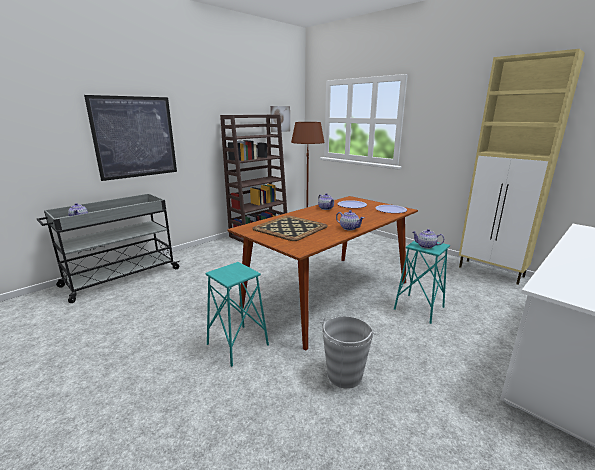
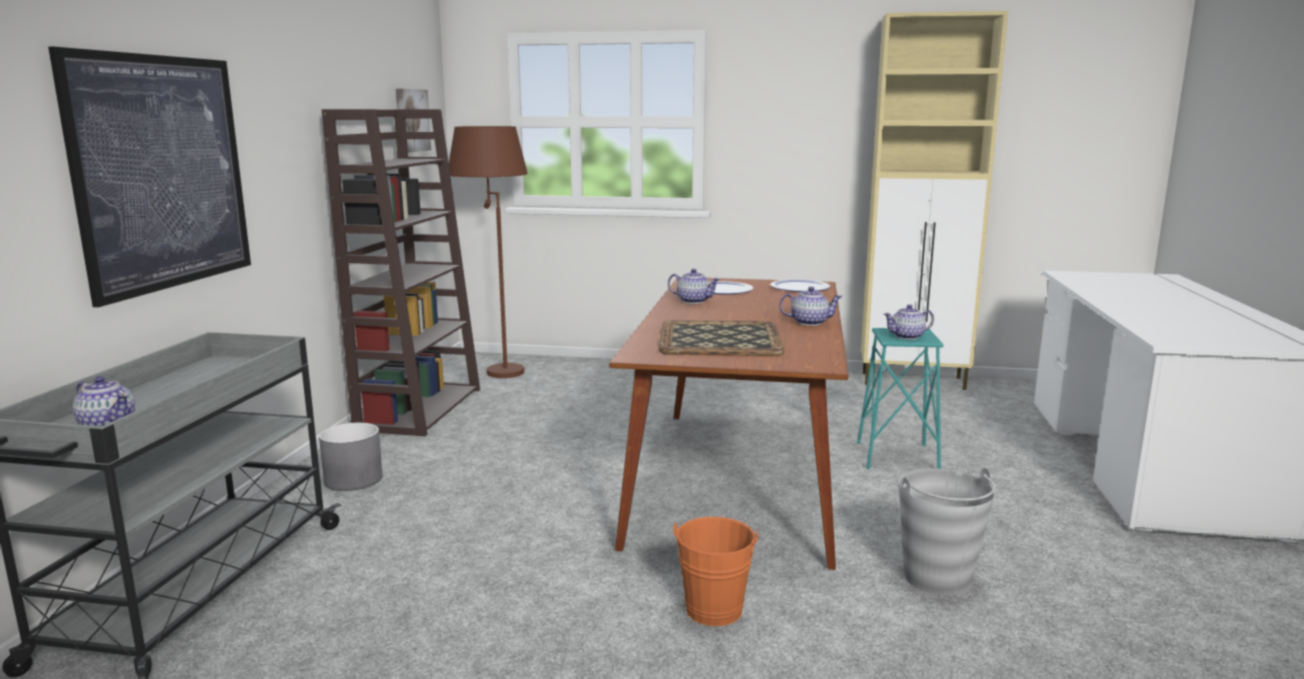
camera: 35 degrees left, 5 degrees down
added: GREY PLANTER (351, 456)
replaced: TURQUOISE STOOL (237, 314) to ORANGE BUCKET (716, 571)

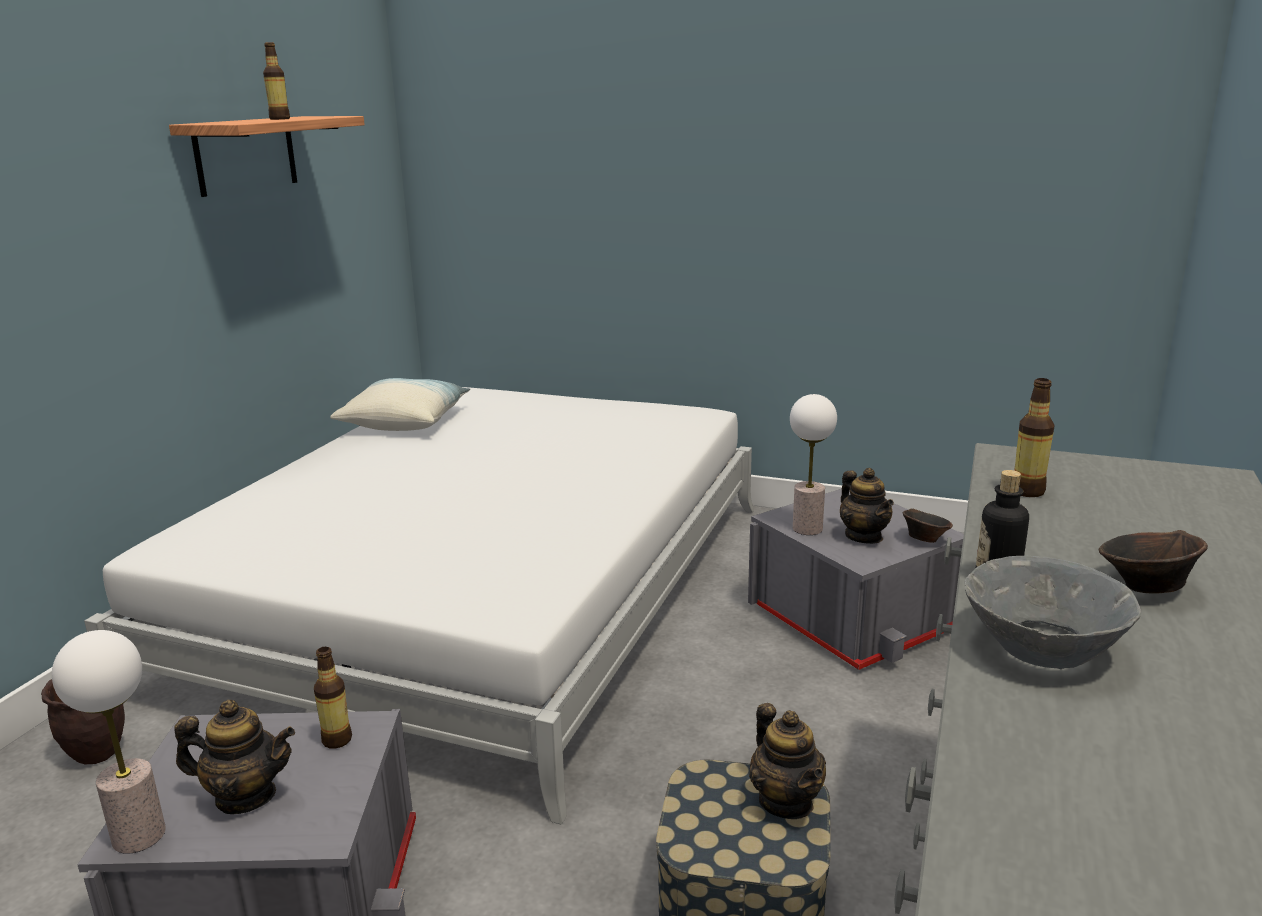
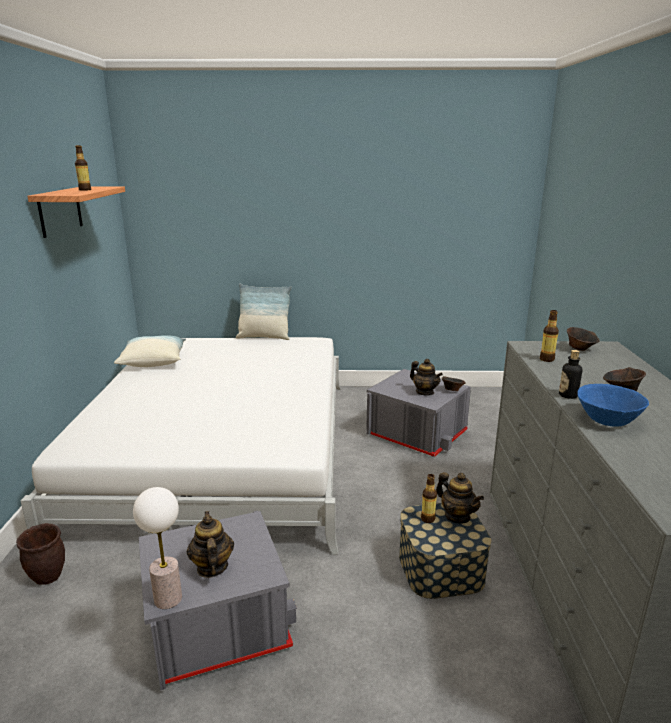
camera: 20 degrees left, 0 degrees up
removed: TABLE LAMP (813, 464)
added: PILLOW (264, 312); BROWN BOWL (583, 339)
moved: BOTTLE (333, 697) to (429, 498)
recoloured: GREY BOWL (1053, 612) to BLUE BOWL (613, 405)
turned: TEAPOT (234, 757) = (210, 544) 90 degrees counterclockwise

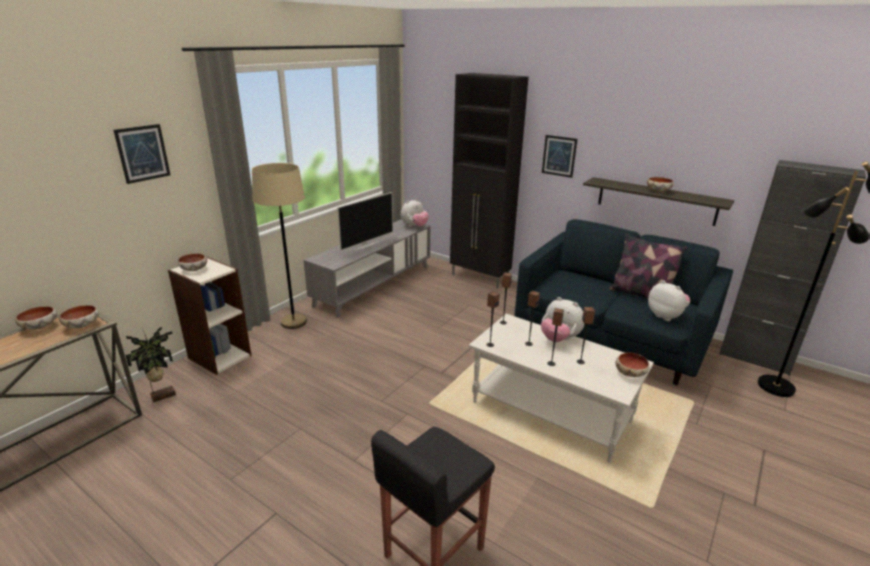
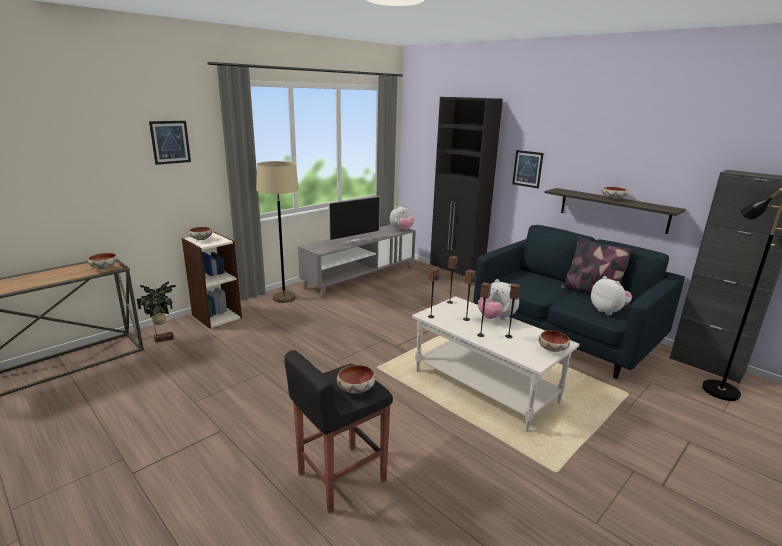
camera: 10 degrees right, 5 degrees down
moved: BOWL (36, 317) to (356, 379)

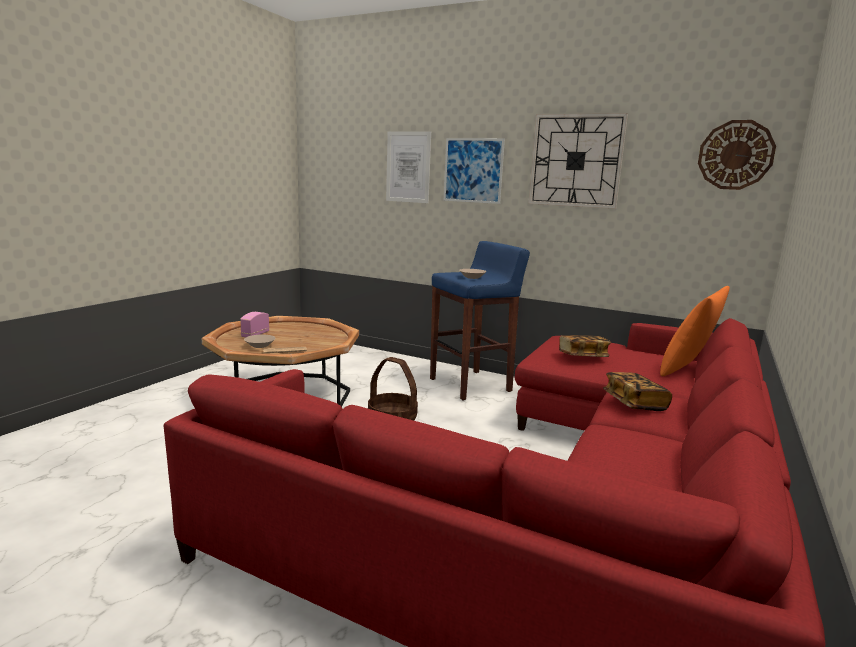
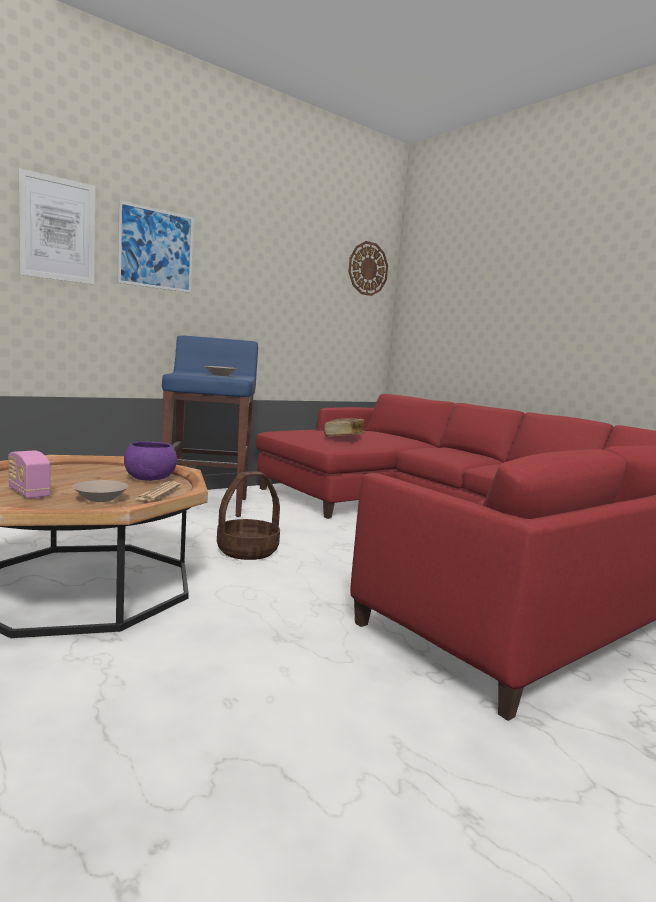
camera: 65 degrees left, 5 degrees down
removed: WALL CLOCK (578, 161); BOOK (637, 391); ORANGE PILLOW (695, 331)
added: PURPLE BOWL (150, 461)

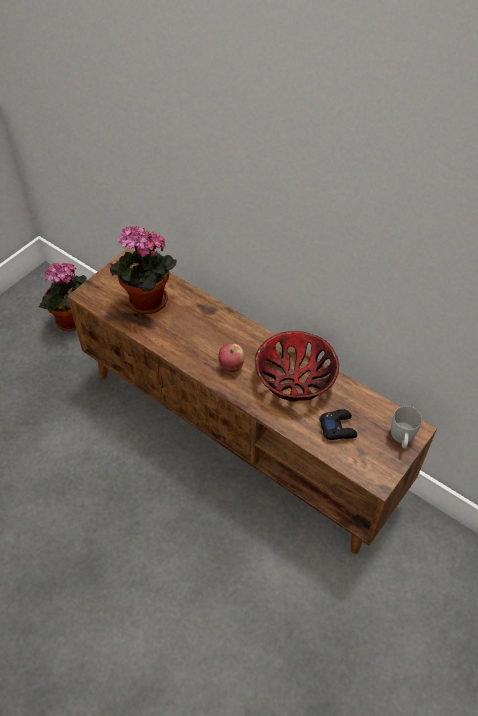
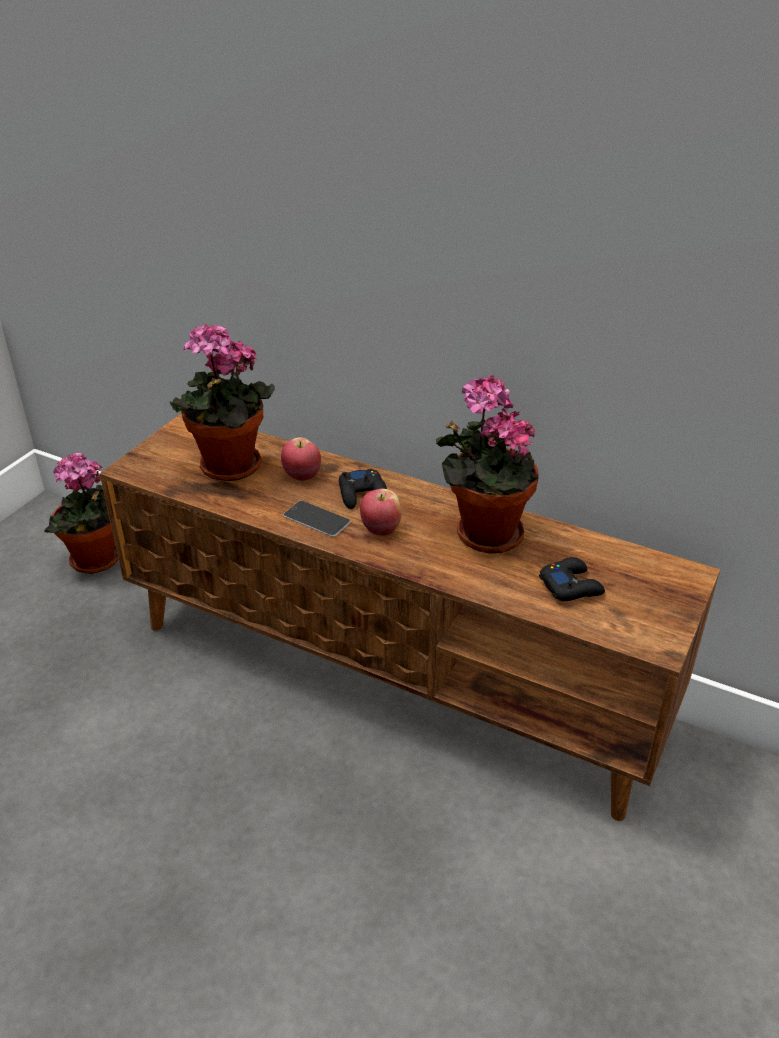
camera: 10 degrees left, 15 degrees down
removed: WHITE MUG (406, 427)
added: APPLE (301, 459); PHONE (317, 519); BLACK GAME CONTROLLER (363, 489)
replaced: BOWL (297, 366) to POTTED PLANT (487, 464)

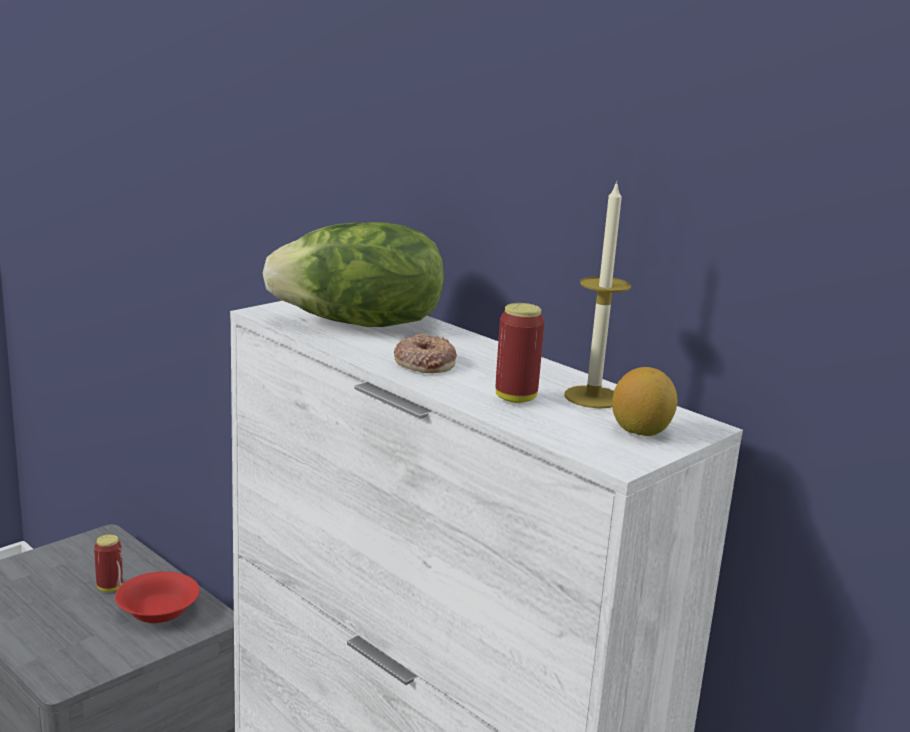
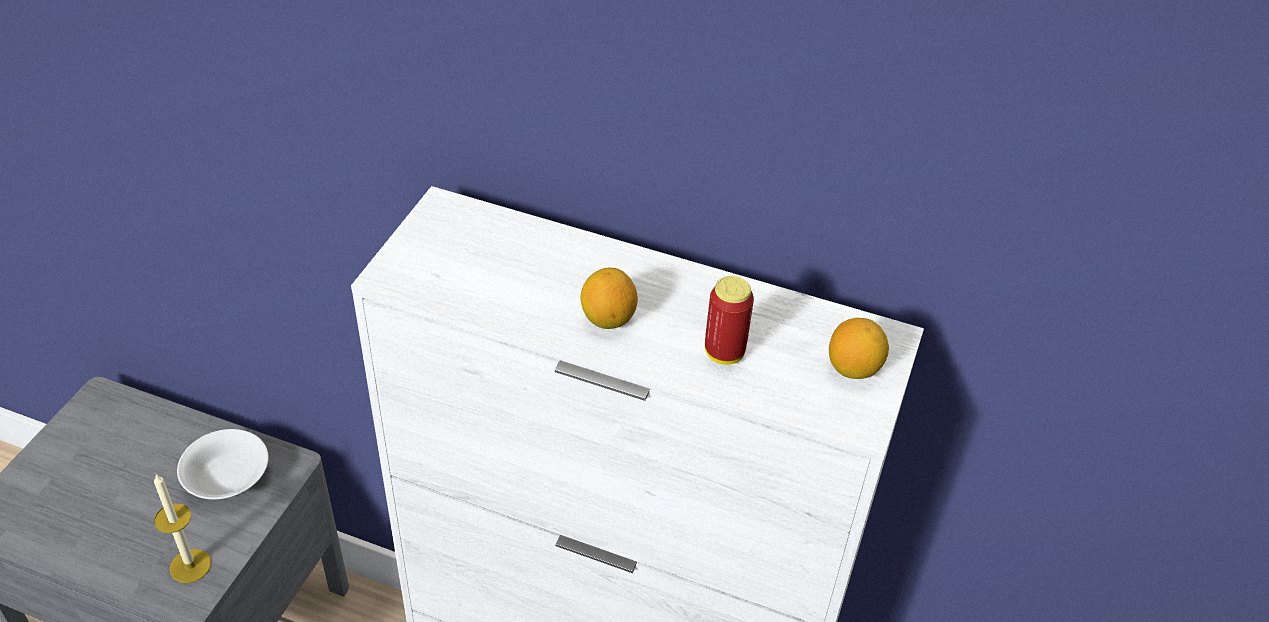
camera: 25 degrees left, 25 degrees up
removed: CAN (108, 563); LETTUCE (353, 274)
moved: CANDLE (597, 294) to (182, 528)
replaced: DONUT (425, 353) to LEMON (609, 298)
recoloured: RED BOWL (157, 597) to WHITE BOWL (223, 464)

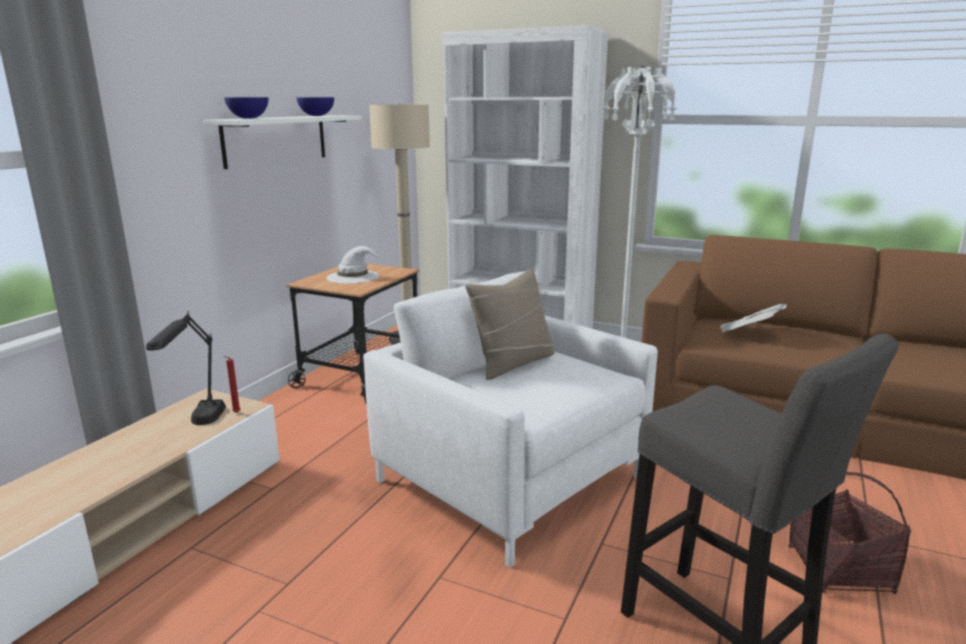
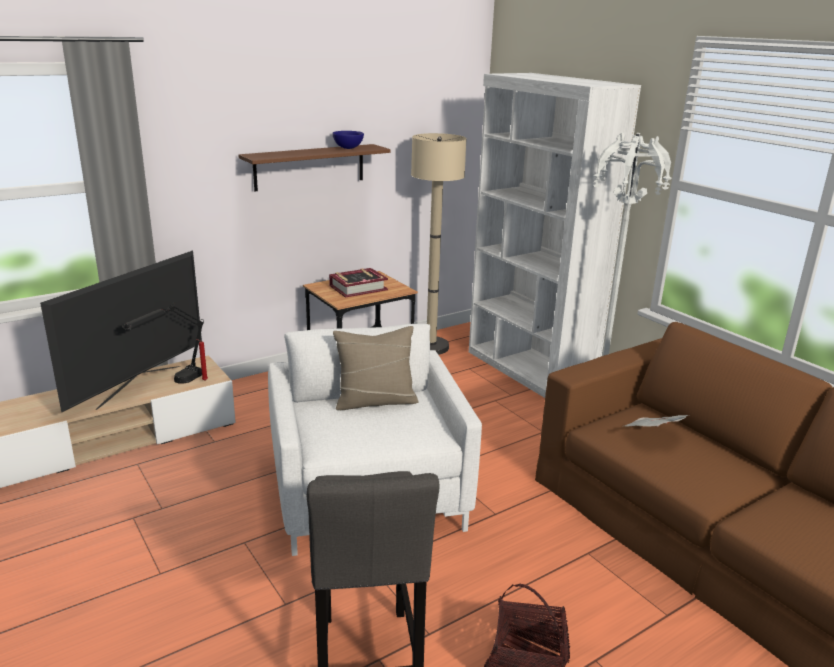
camera: 30 degrees right, 5 degrees up
removed: BLUE BOWL (246, 108)
added: TELEVISION (121, 332)
replaced: WHITE HAT (354, 265) to BOOK (358, 283)
recoloured: WHITE SHELF (282, 142) to BROWN SHELF (314, 168)

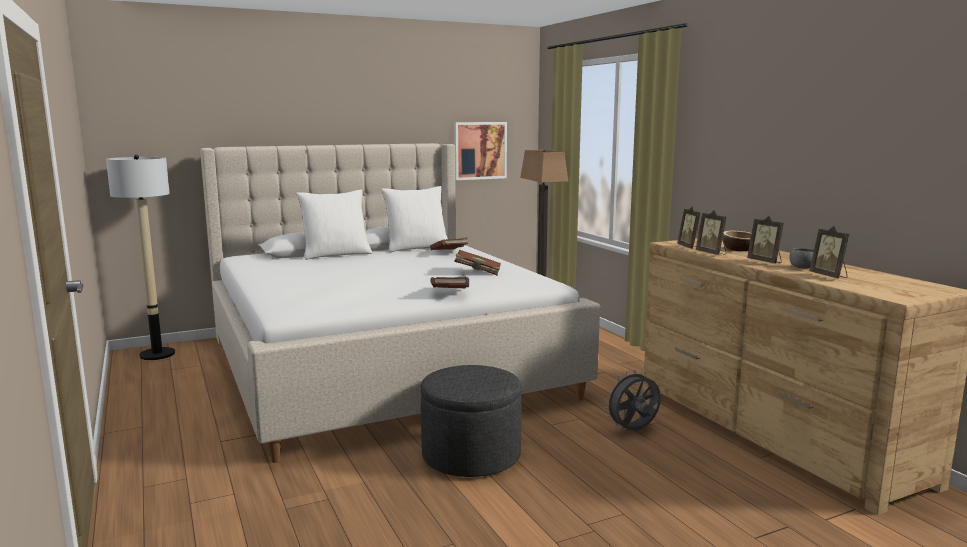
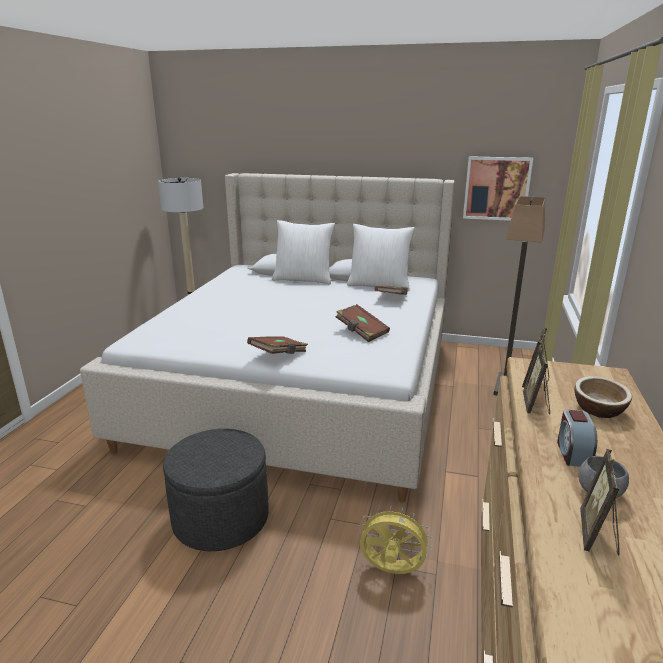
camera: 40 degrees right, 10 degrees up
replaced: PICTURE FRAME (765, 239) to ALARM CLOCK (577, 438)
recoloured: GREY FAN (632, 399) to YELLOW FAN (396, 540)

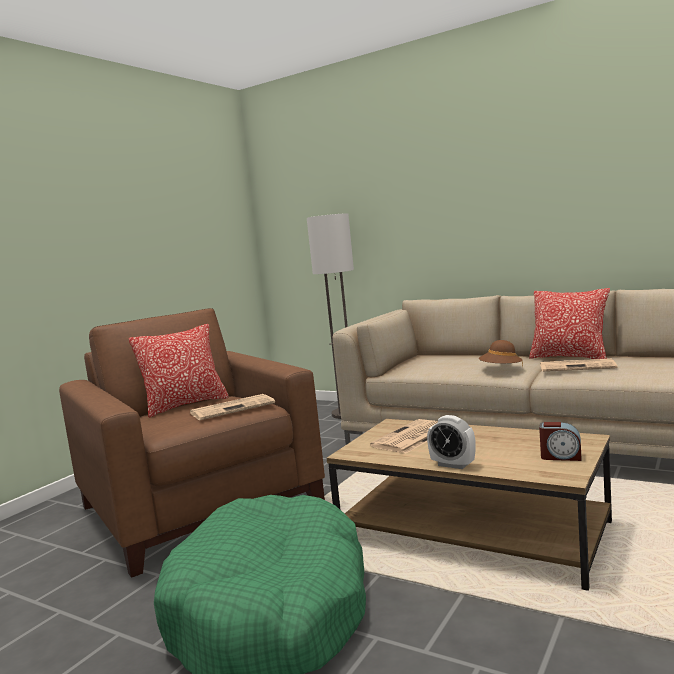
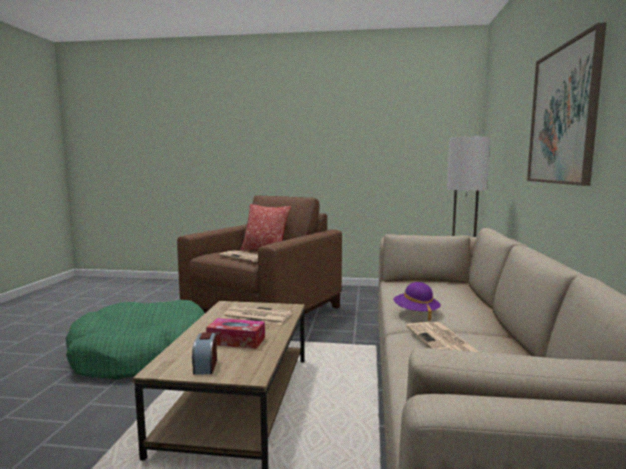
camera: 65 degrees right, 0 degrees up
removed: ALARM CLOCK (451, 442); PILLOW (569, 323)
added: TISSUE BOX (235, 333); PICTURE (567, 104)
recoloured: BROWN HAT (501, 353) to PURPLE HAT (417, 301)

